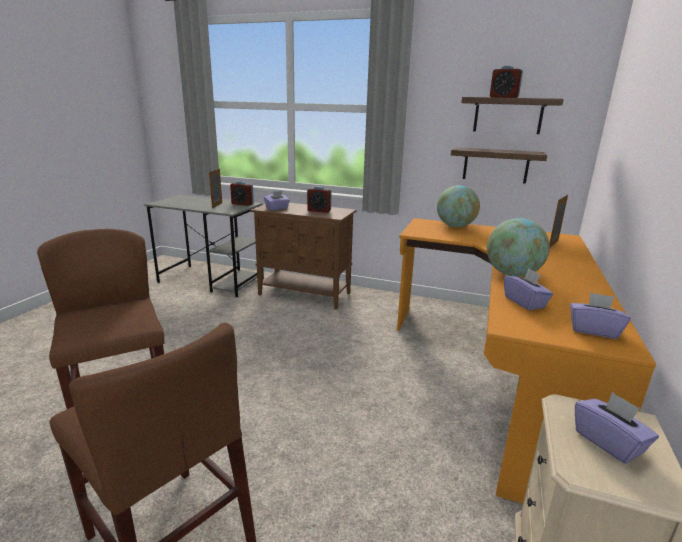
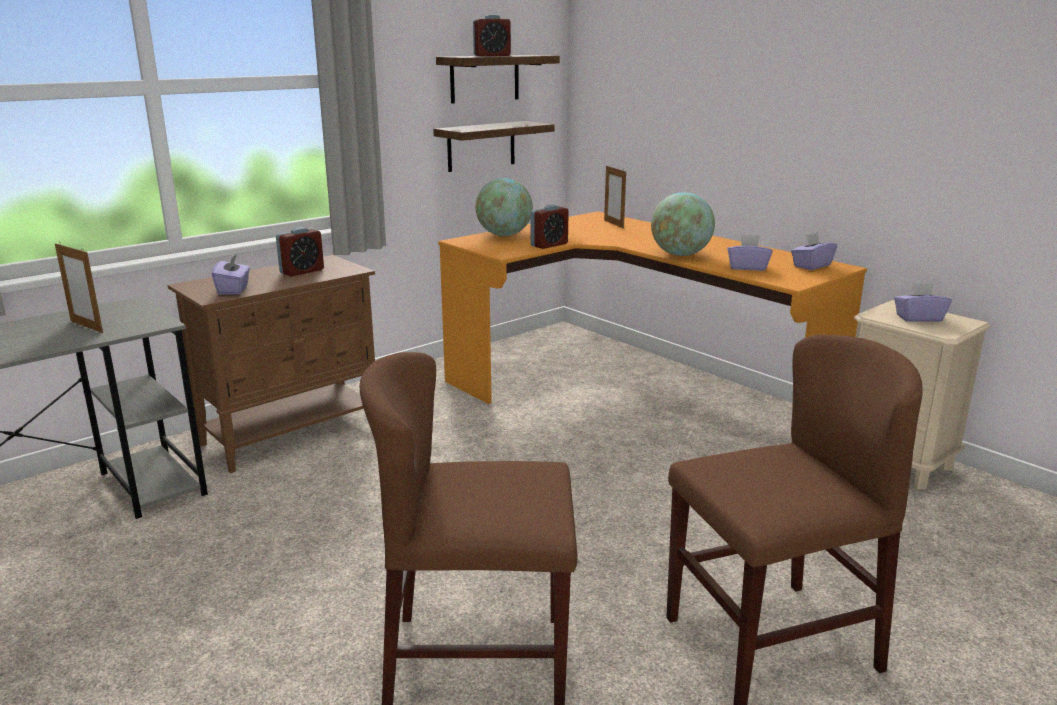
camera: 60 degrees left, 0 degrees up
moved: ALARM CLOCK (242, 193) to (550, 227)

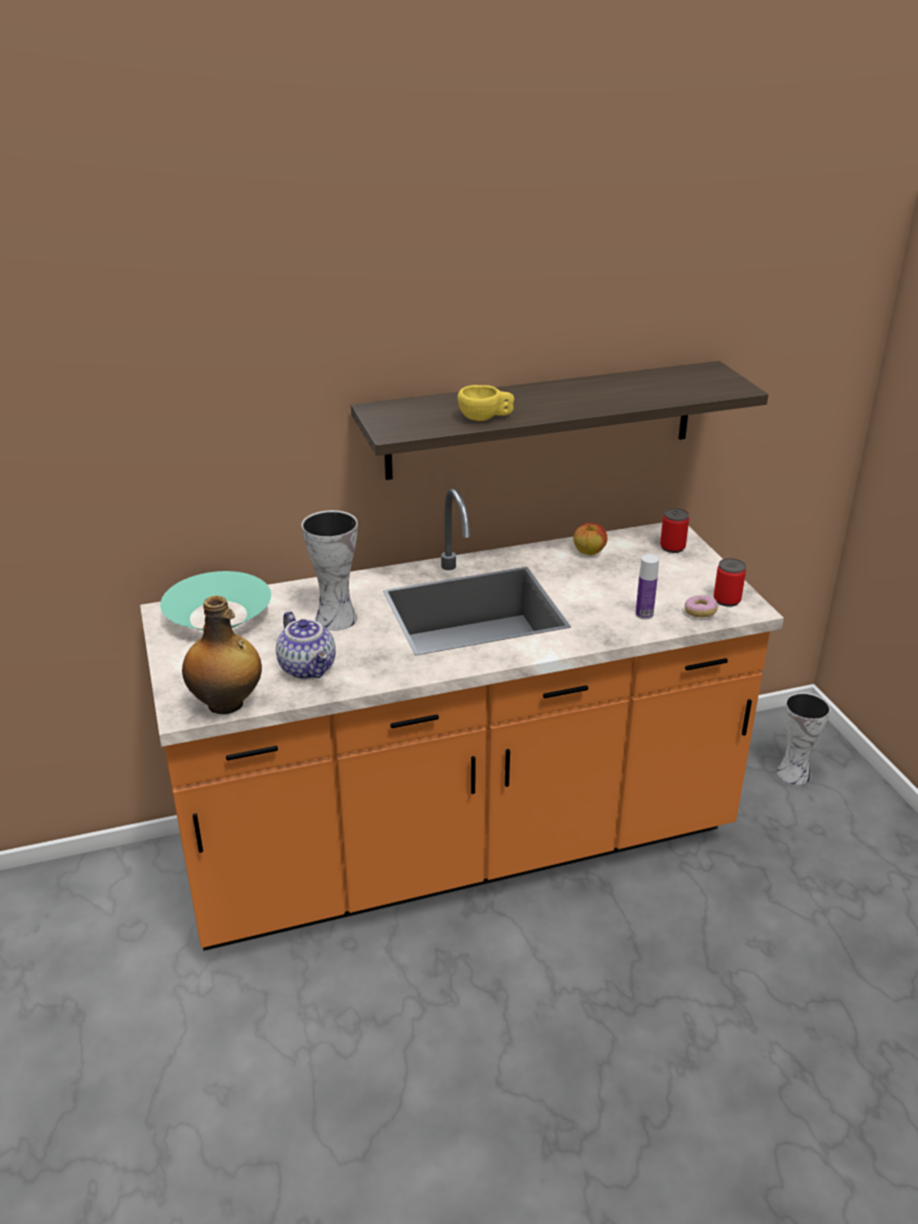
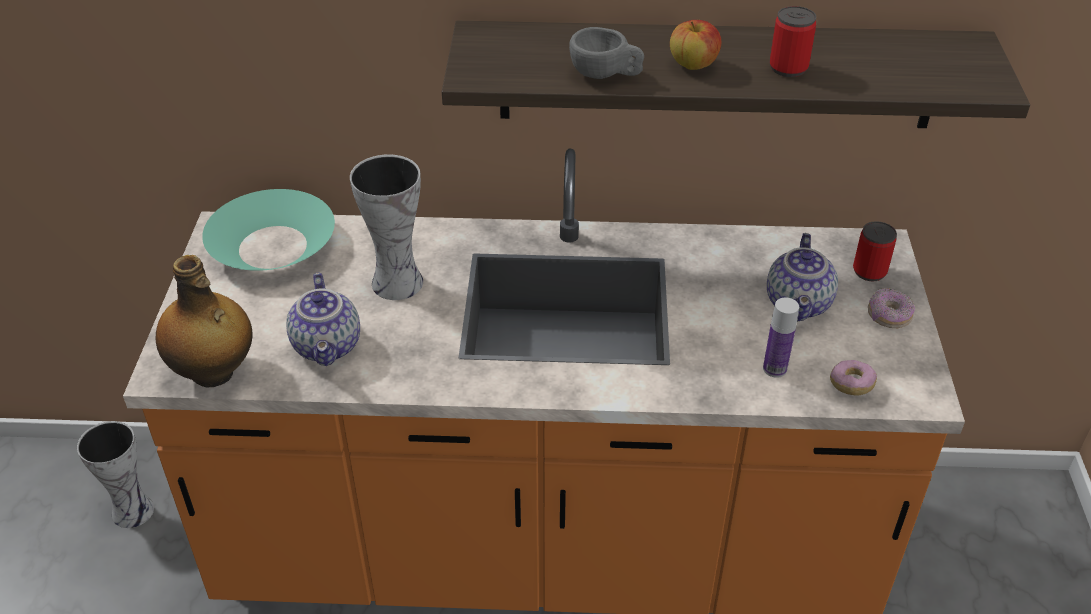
camera: 20 degrees right, 10 degrees up
added: TEAPOT (802, 277); DONUT (891, 308)
moved: APPLE (590, 539) to (695, 45); CAN (730, 582) to (793, 41); VASE (804, 739) to (115, 474)
recoloured: YELLOW CUP (486, 403) to GREY CUP (606, 53)

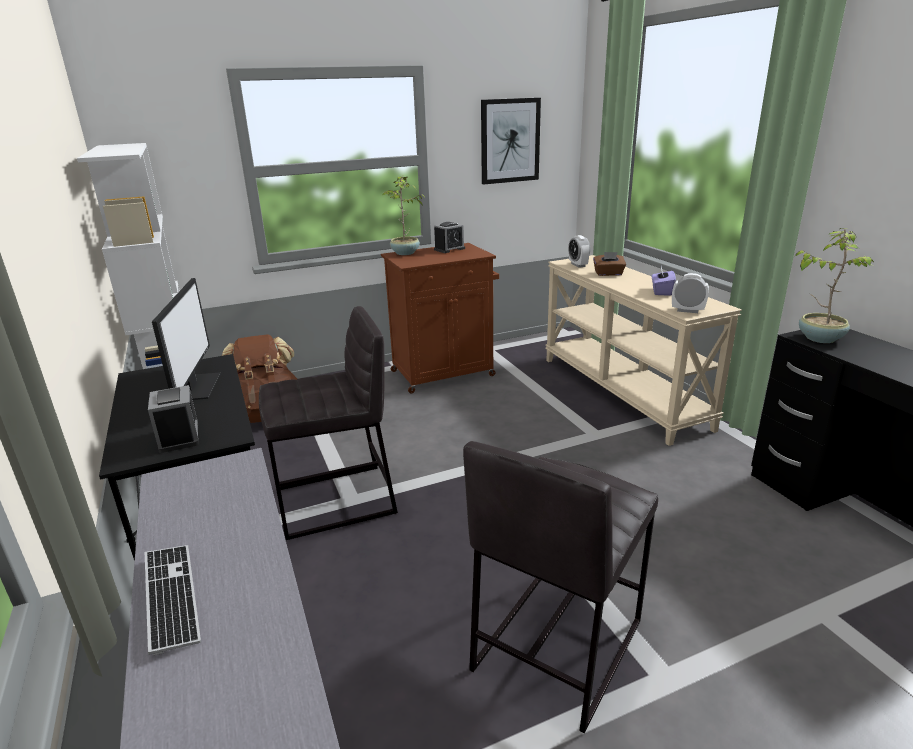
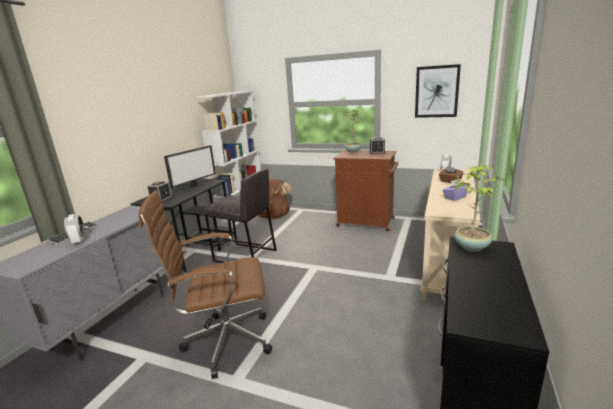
camera: 45 degrees right, 5 degrees down
moved: ALARM CLOCK (690, 293) to (74, 229)
replaced: GREY STOOL (560, 587) to BROWN OFFICE CHAIR (205, 284)

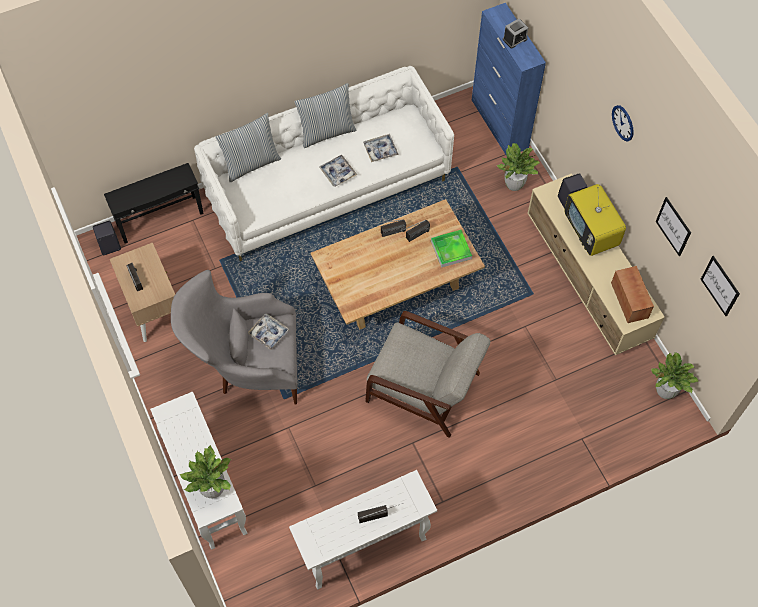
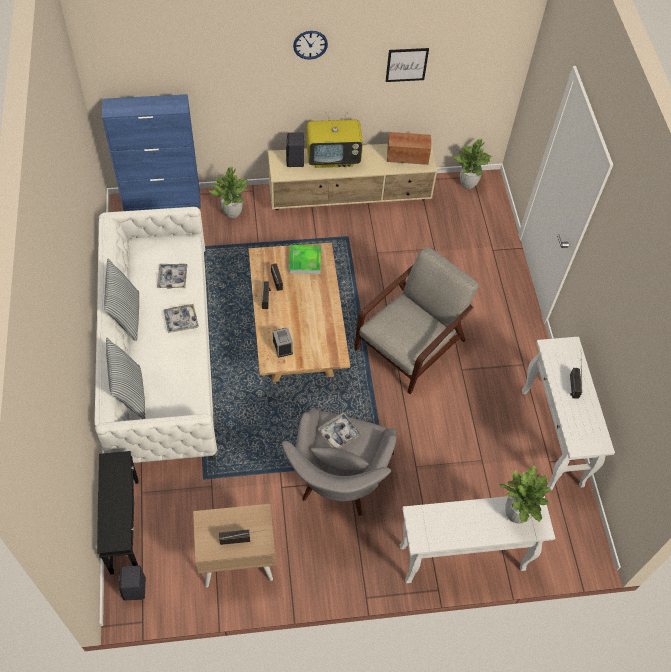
camera: 75 degrees left, 5 degrees down
removed: PICTURE (720, 286)
moved: ALARM CLOCK (515, 34) to (283, 343)

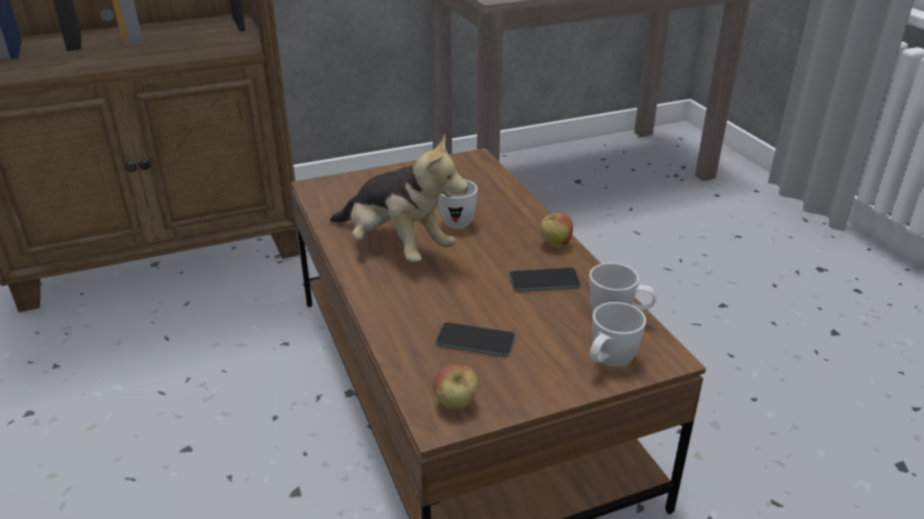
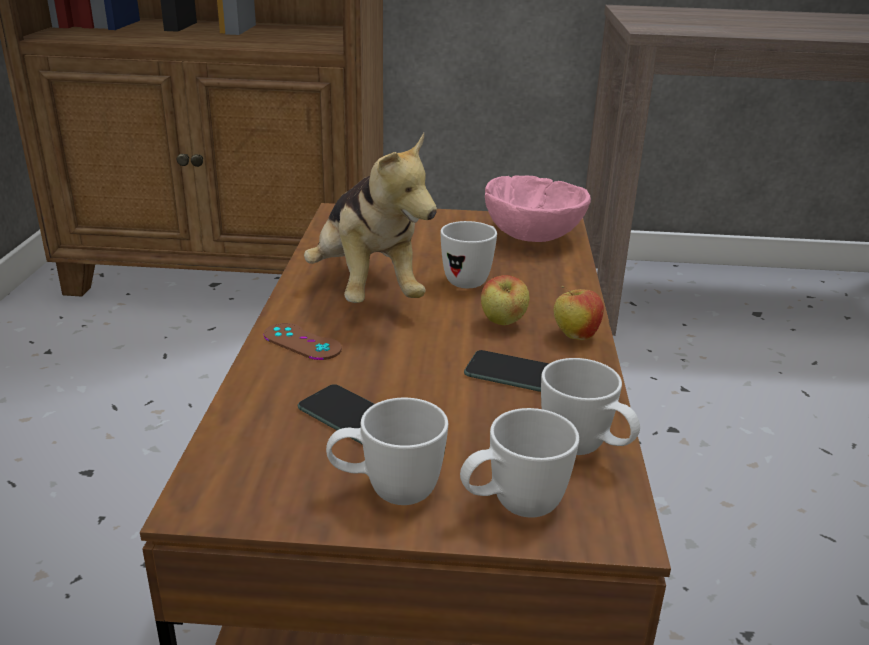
camera: 25 degrees right, 5 degrees down
added: BROWN GAME CONTROLLER (303, 341); WHITE MUG (387, 451); PINK BOWL (538, 208)
moved: APPLE (455, 386) to (505, 300)

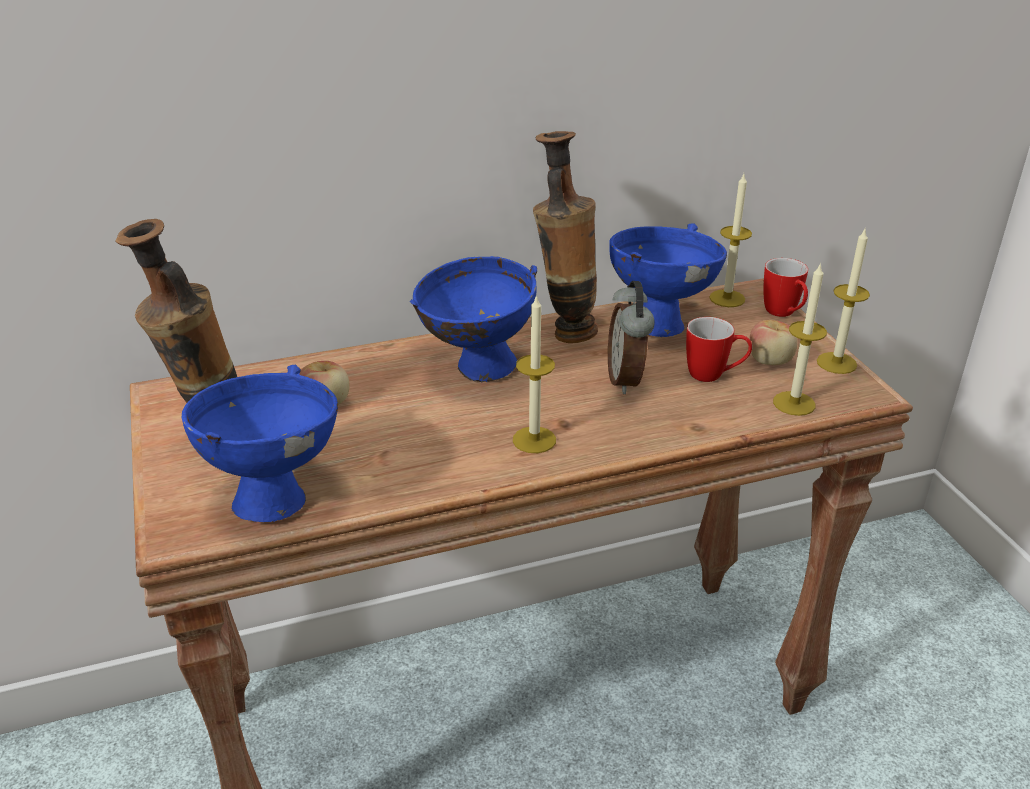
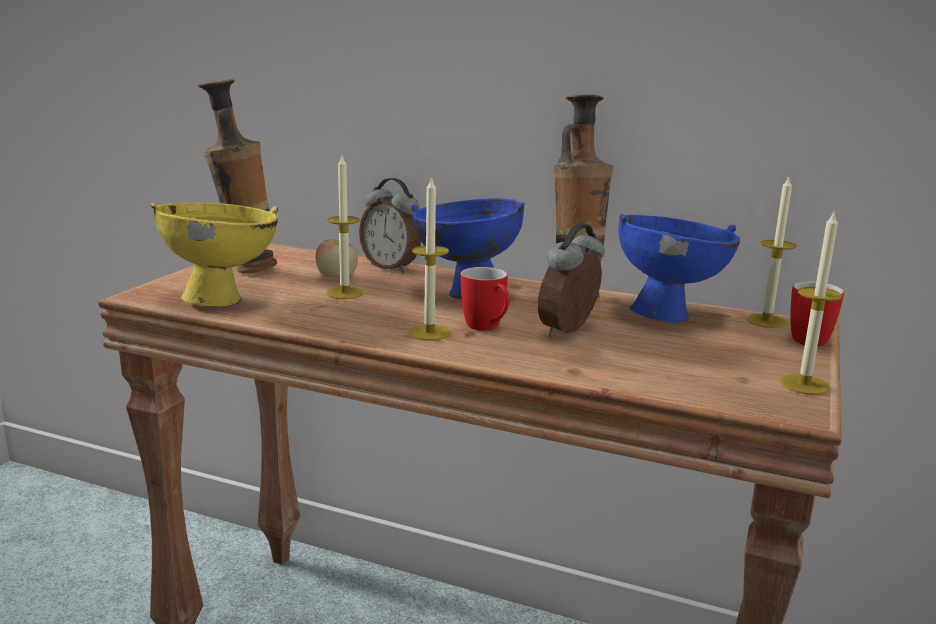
camera: 40 degrees right, 15 degrees down
removed: APPLE (773, 342)
added: ALARM CLOCK (390, 225)
moved: MUG (719, 349) to (485, 299); CANDLE (800, 339) to (345, 227)
recoloured: BLUE BOWL (260, 443) to YELLOW BOWL (214, 254)

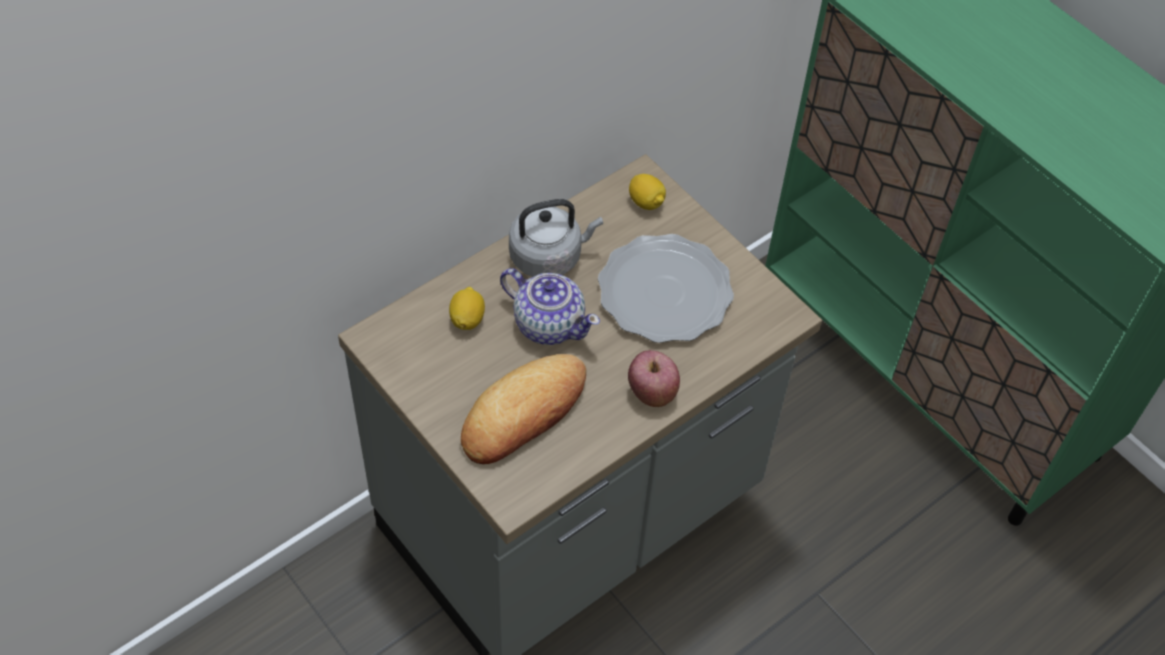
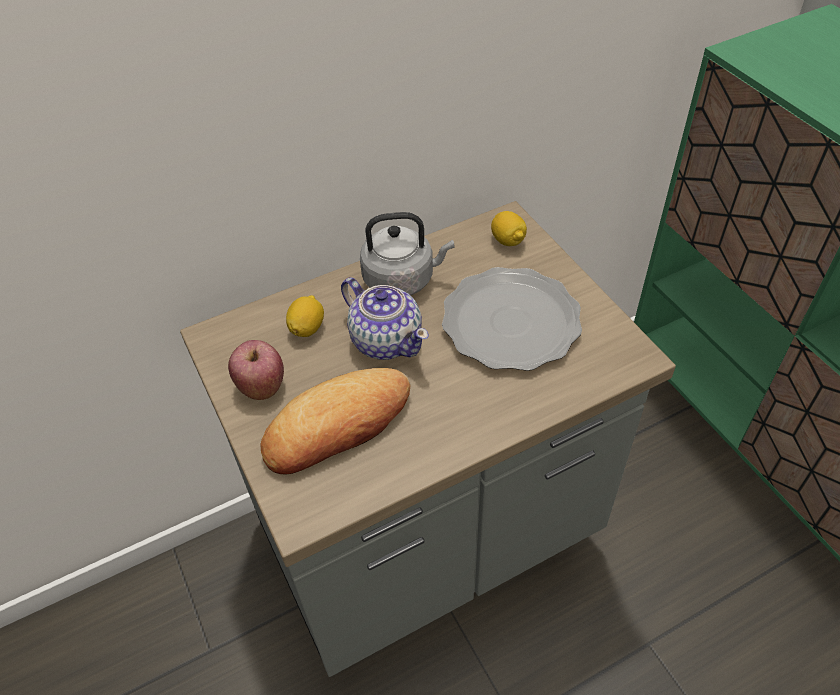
camera: 15 degrees right, 5 degrees down
moved: APPLE (654, 378) to (256, 370)

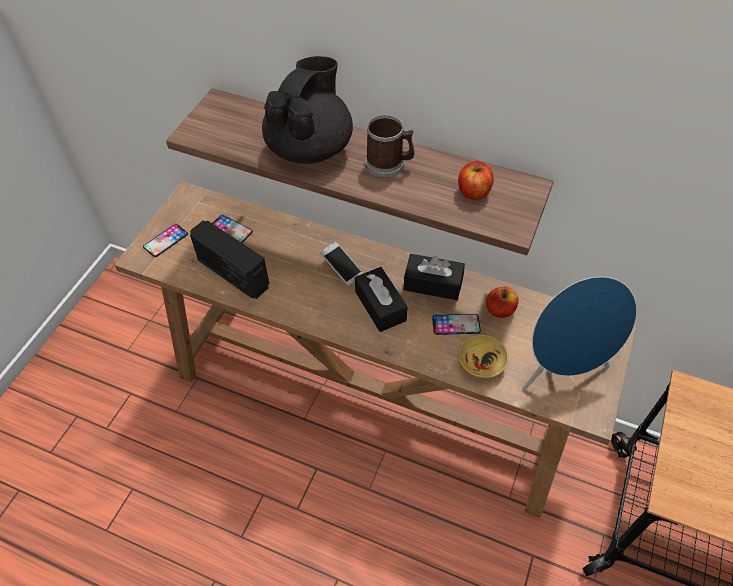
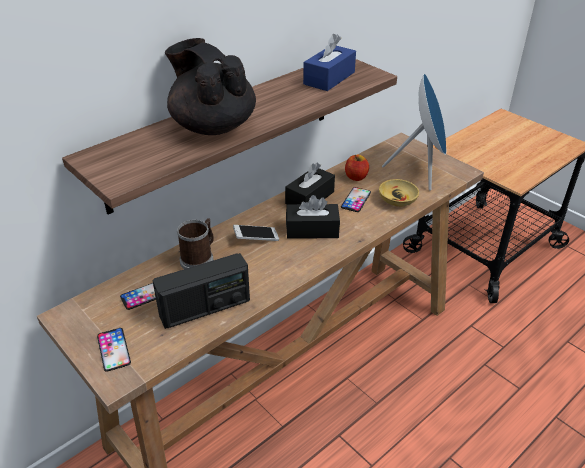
camera: 65 degrees left, 15 degrees down
moved: MUG (390, 146) to (195, 243)
replaced: APPLE (476, 180) to BLUE TISSUE BOX (329, 62)

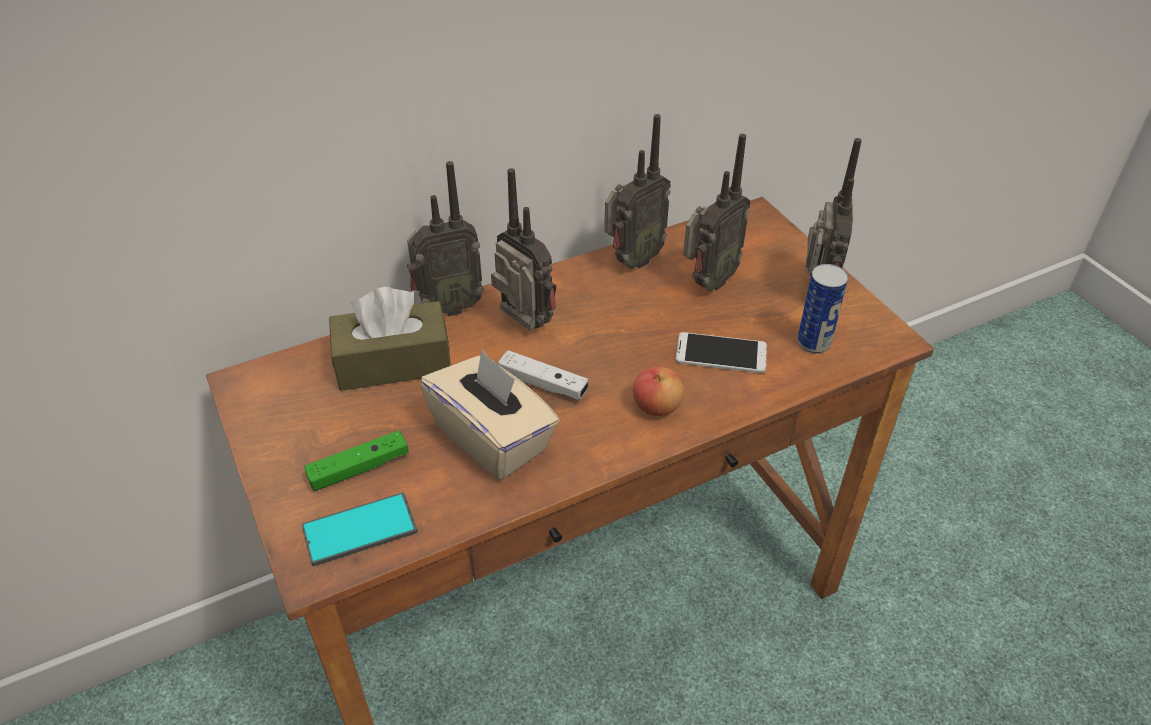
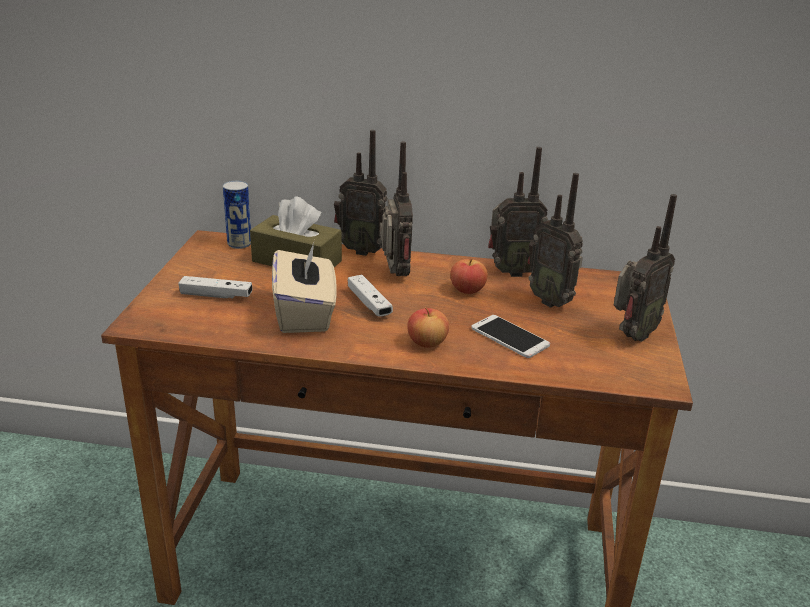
camera: 35 degrees right, 15 degrees down
removed: PHONE (360, 529)
added: APPLE (469, 276)
moved: CAN (822, 309) to (237, 215)
recoloured: GREEN GAME CONTROLLER (356, 460) to WHITE GAME CONTROLLER (215, 287)
turned: RADIO (716, 212) = (555, 240) 60 degrees clockwise

